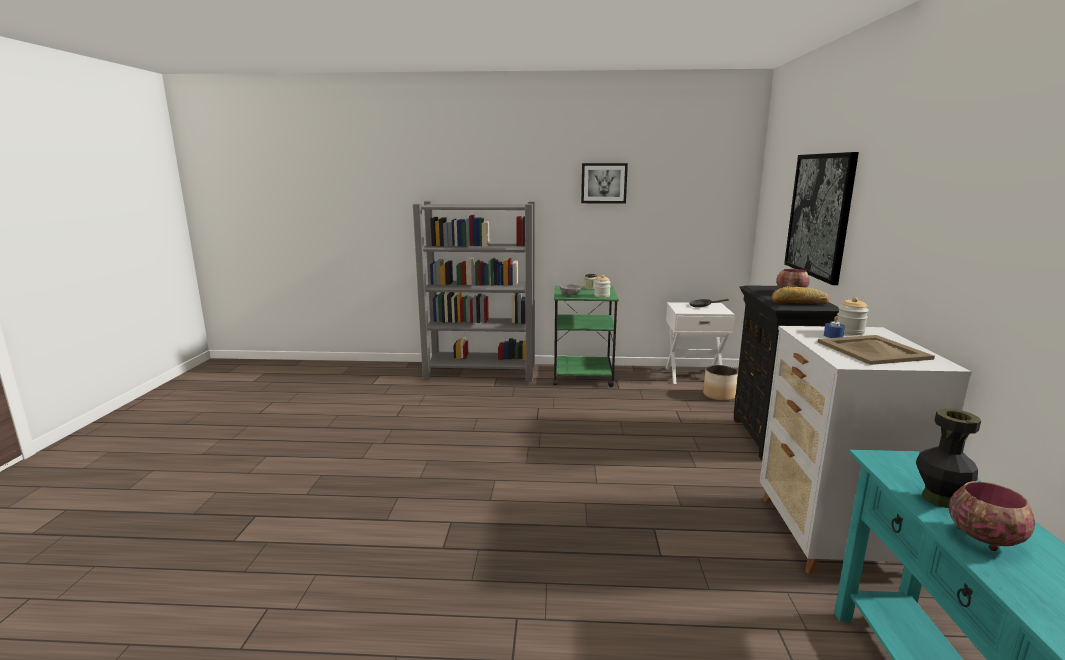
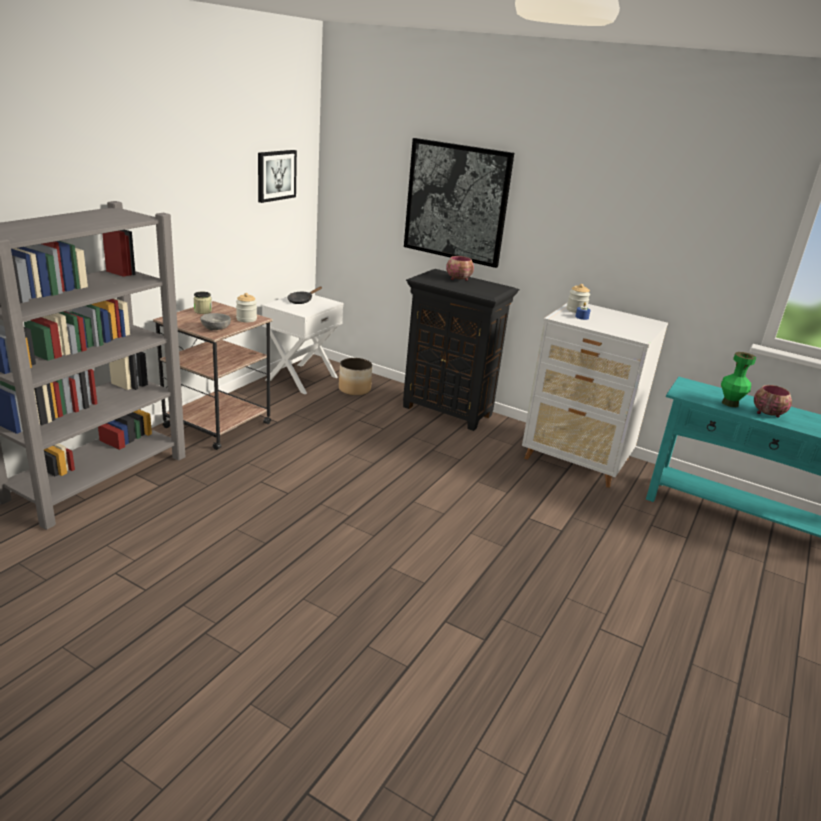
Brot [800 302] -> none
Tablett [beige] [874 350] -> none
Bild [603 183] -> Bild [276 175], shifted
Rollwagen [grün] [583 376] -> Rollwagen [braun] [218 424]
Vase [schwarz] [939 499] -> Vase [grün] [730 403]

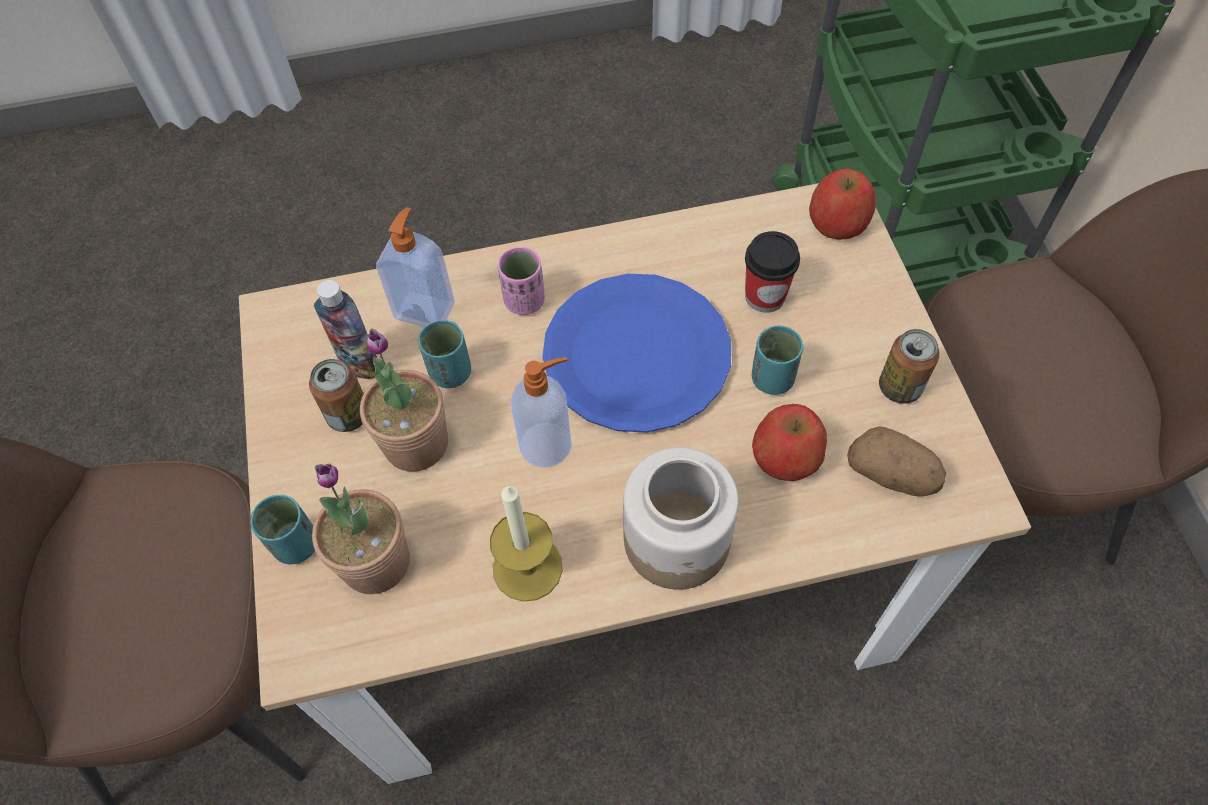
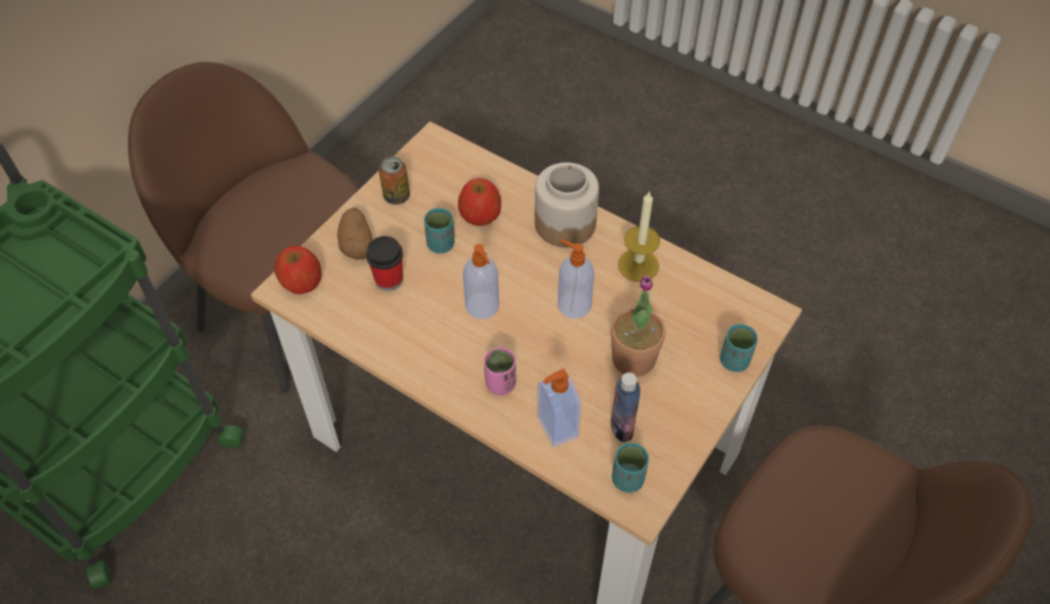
Dose [348 415] -> none
Topfpflanze [375 562] -> none
Tasse [türkis] [450 373] -> Tasse [türkis] [628 479], shifted
Kartoffel [891 475] -> Kartoffel [357 244], shifted
Teller [blau] [637 355] -> Seifenspender [483 307]

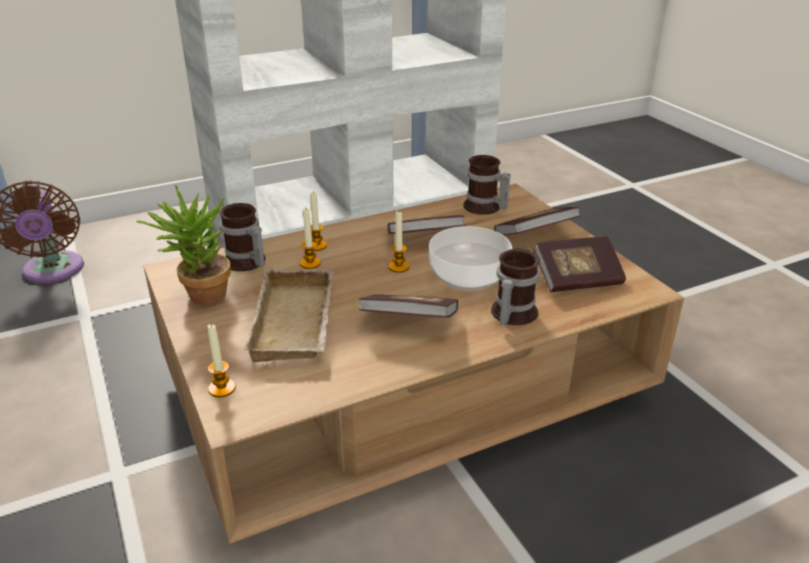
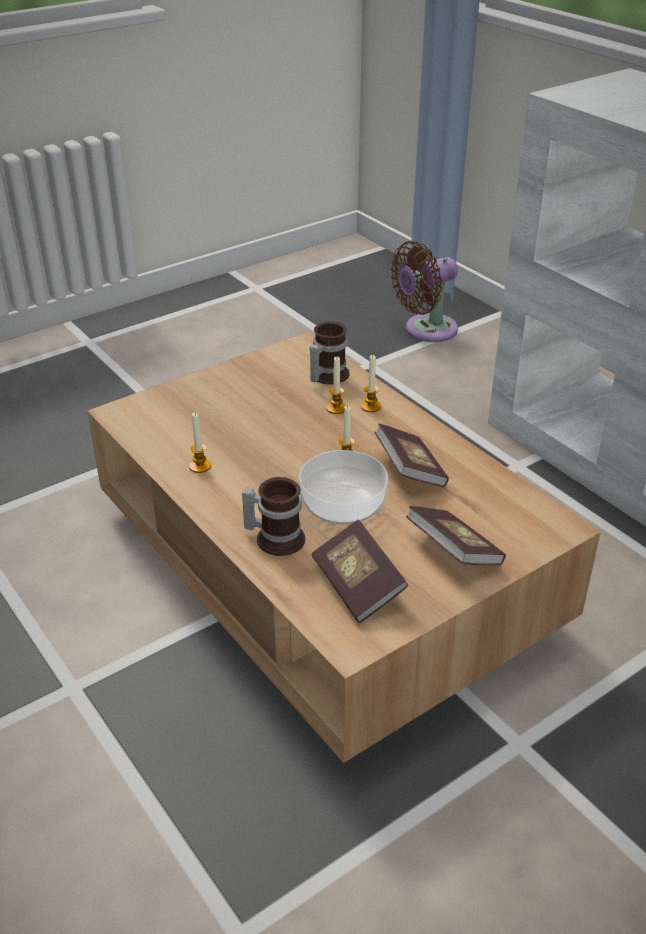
Topfpflanze [199 296] -> none
Tablett [beige] [297 323] -> none
Buch [409 322] -> none
Henkelbecher [484 208] -> none
Kerze [222 388] -> Kerze [200 466], shifted

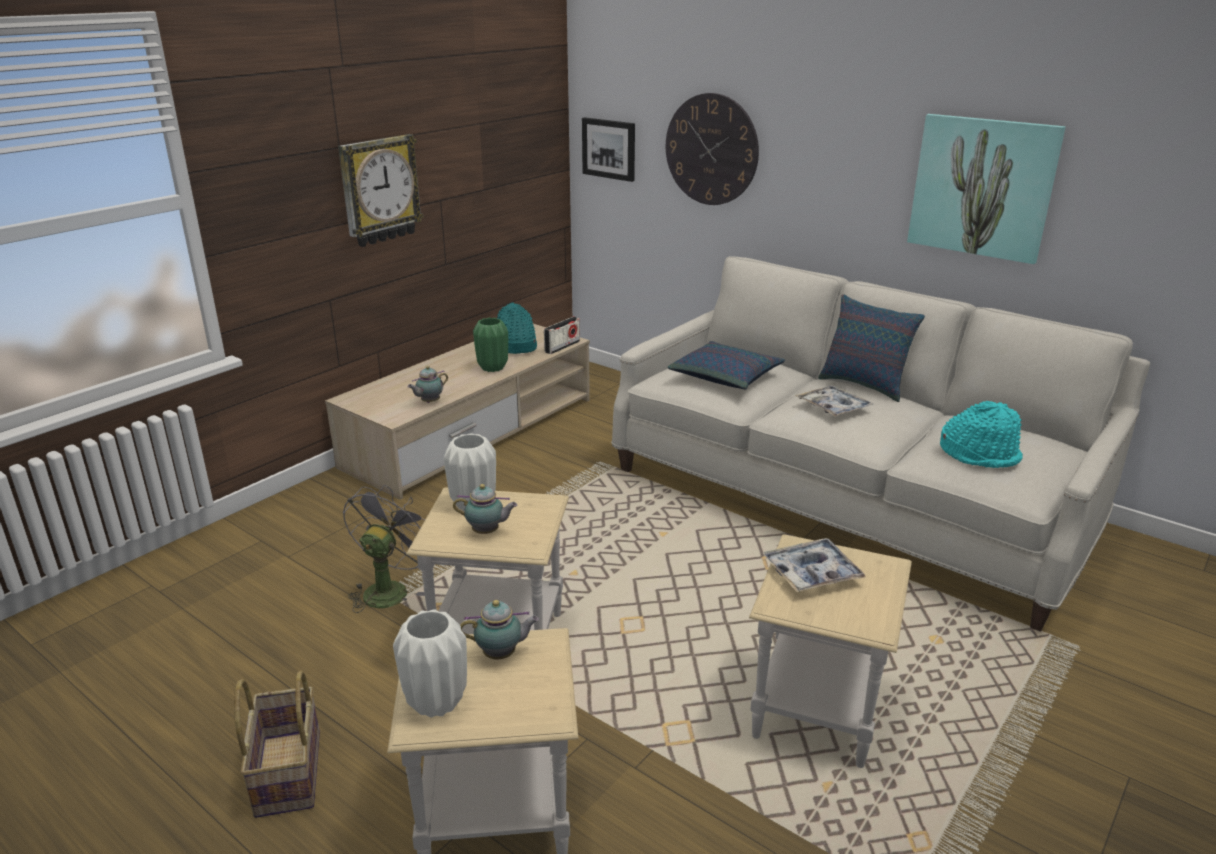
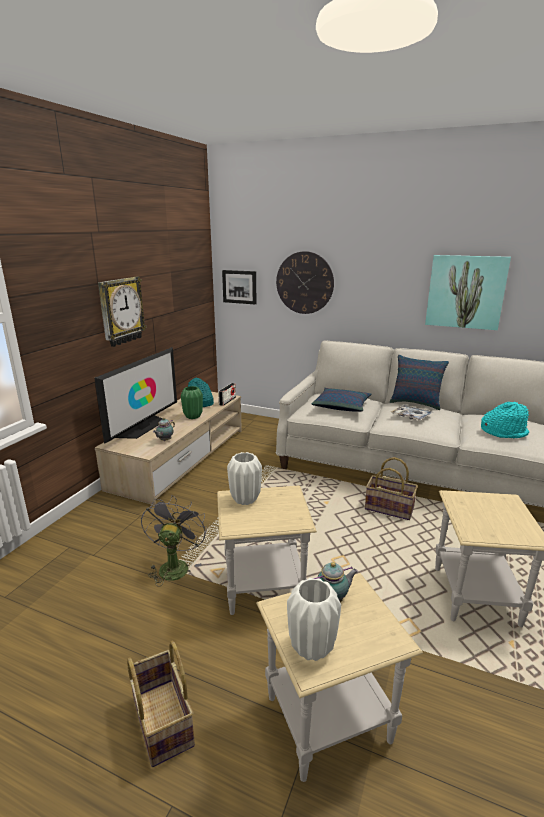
Teekanne [487 532] -> none
Tablett [812 573] -> none
none -> Fernseher [143 427]
none -> Korb [389 508]

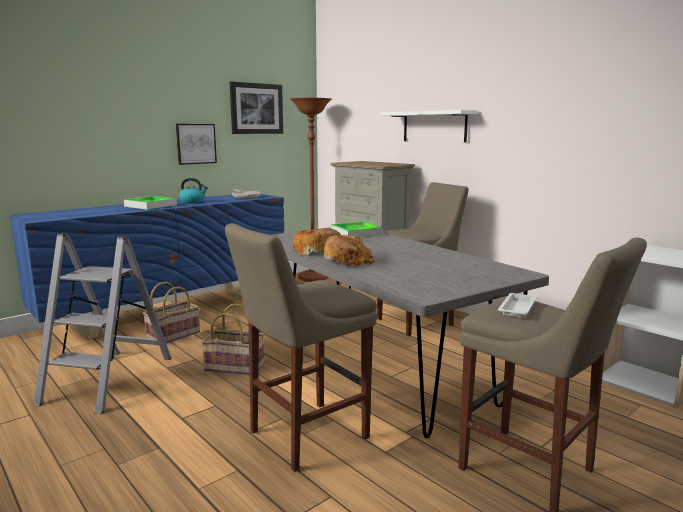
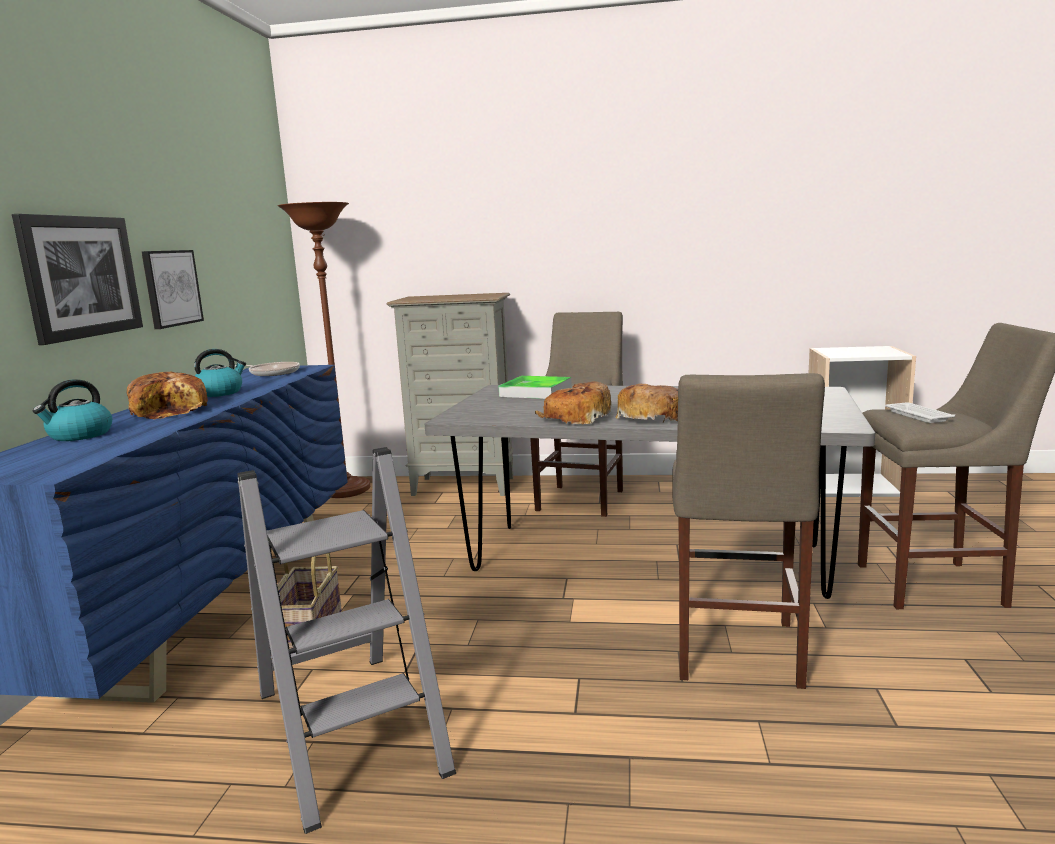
Korb [235 366] -> none
Wandregal [weiß] [434 126] -> none
none -> Wasserkessel [79 435]
Bild [256 108] -> Bild [80 277], shifted
Tablett [151 205] -> Brot [171 410]

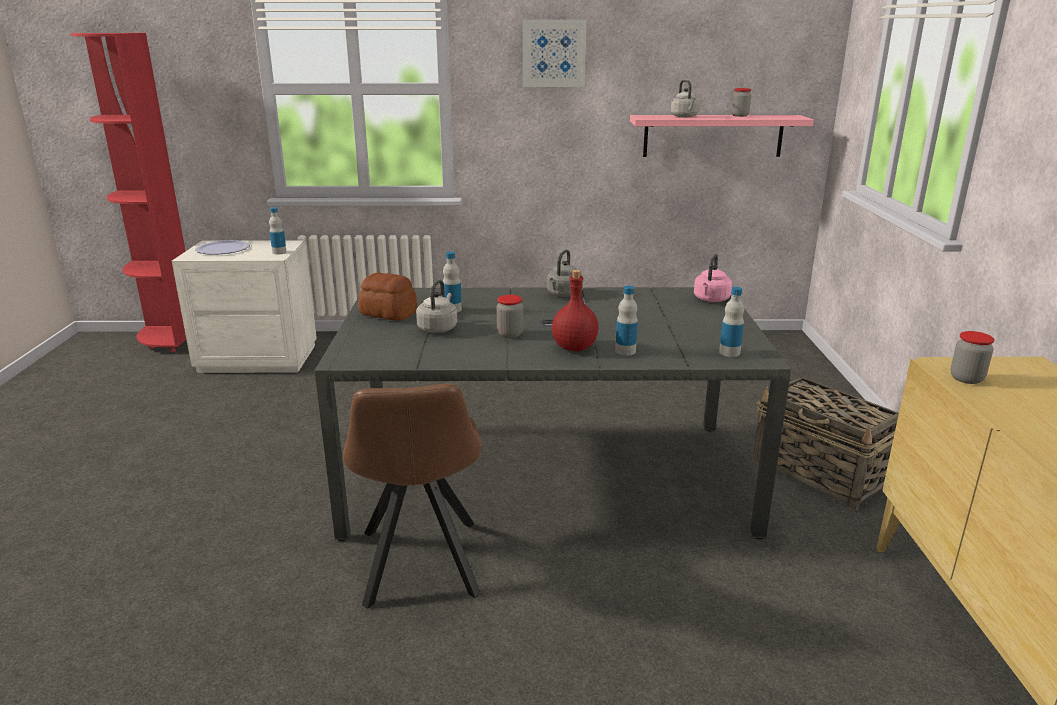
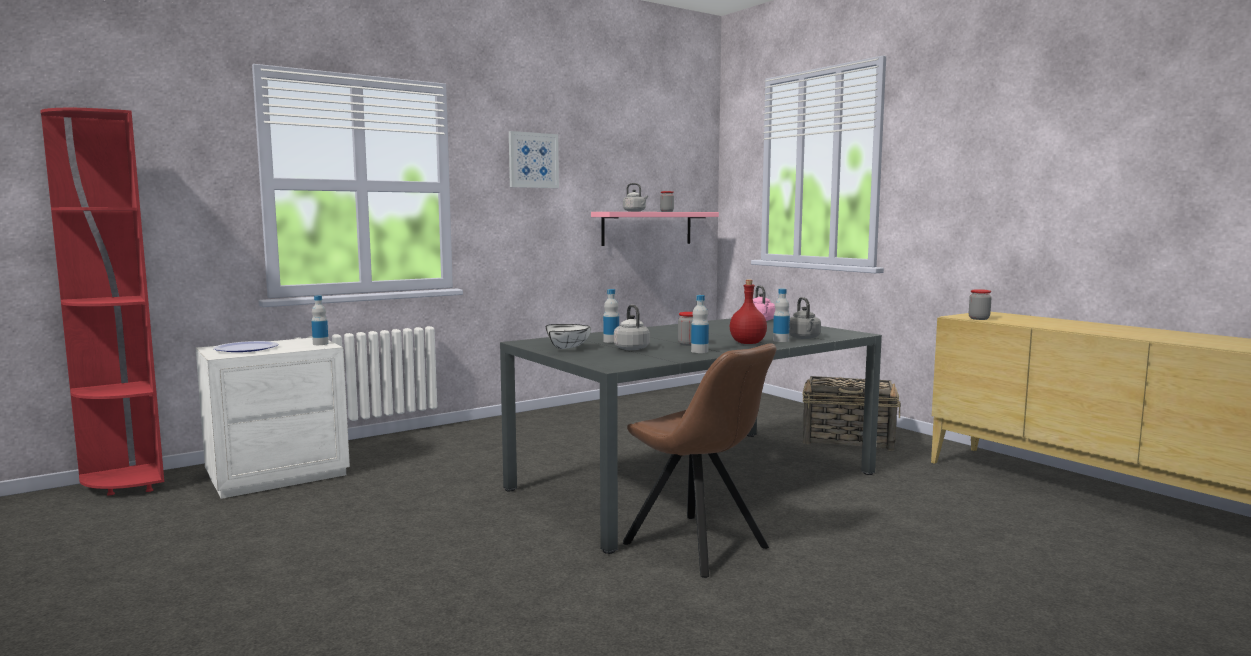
Wasserkessel [grau] [563 295] -> Wasserkessel [grau] [804 338], shifted
Flasche [729 352] -> Flasche [699 351], shifted
Brot [388 313] -> Schüssel [weiß] [568 348]

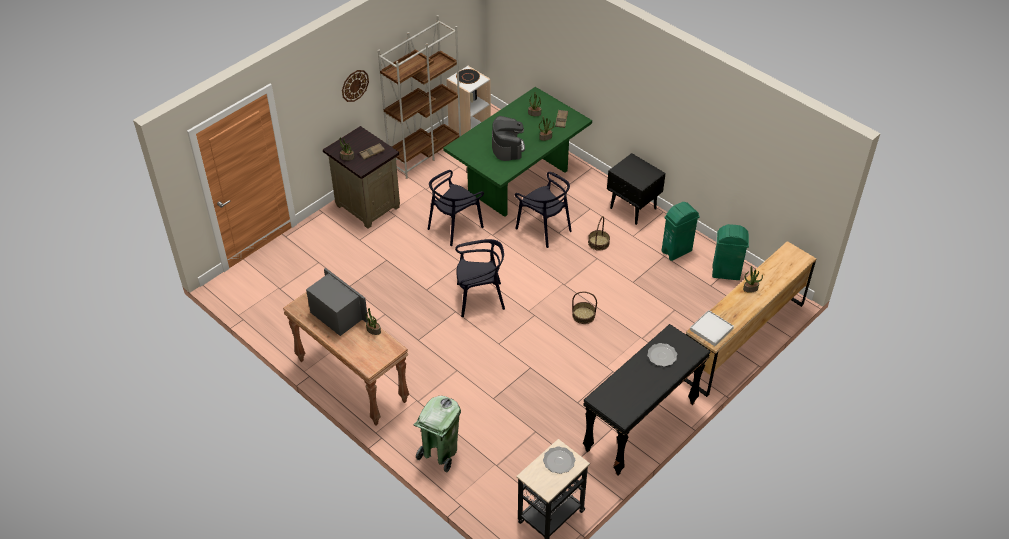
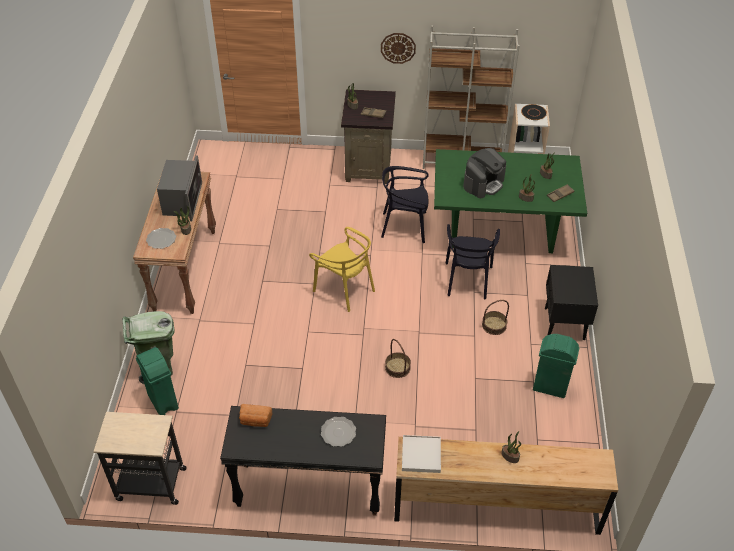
none -> Brot [255 421]
Teller [559 461] -> Teller [161 239], shifted
Mülleimer [grün] [726 273] -> Mülleimer [grün] [163 402], shifted
Stuhl [schwarz] [479 298] -> Stuhl [gelb] [344 289]

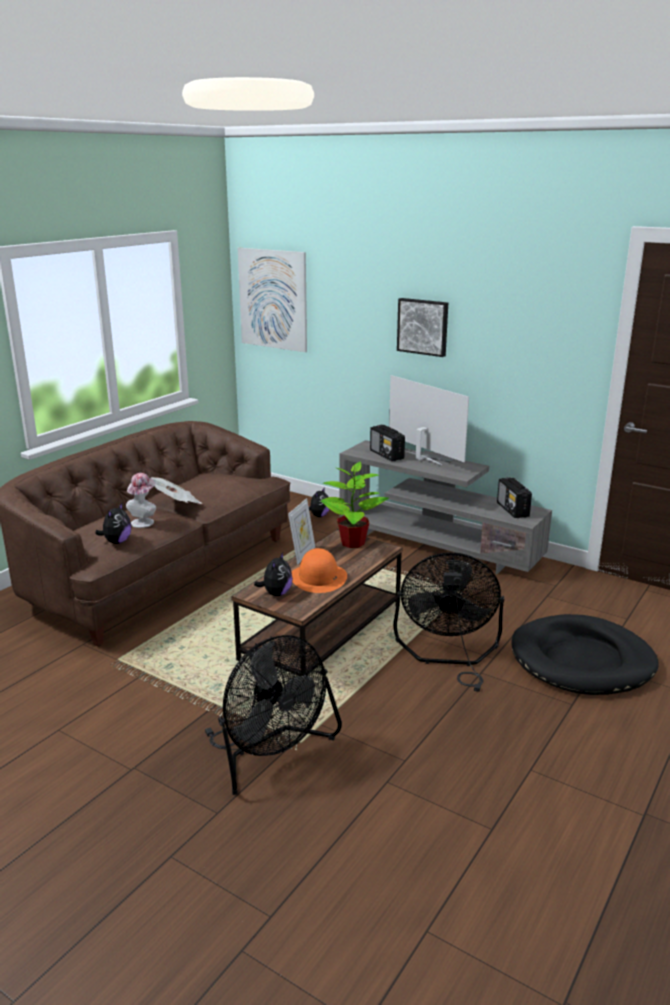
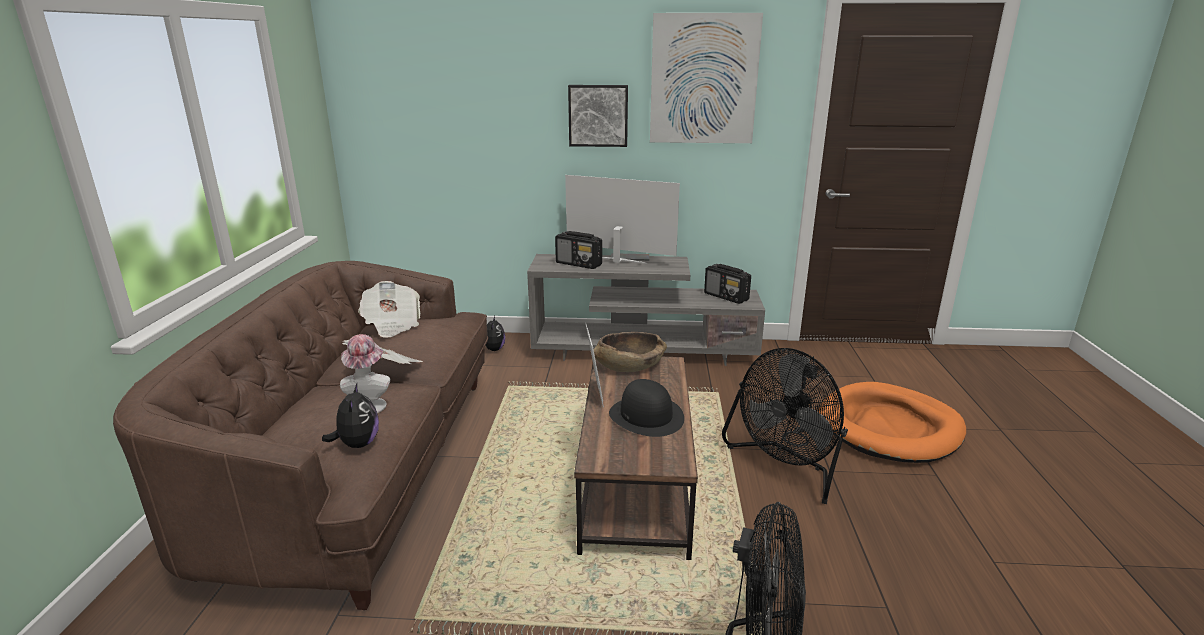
Plüschtier [276 593] -> none
none -> Zeitung [392 324]
Bild [273 299] -> Bild [703 79], shifted
Topfpflanze [352 543] -> Schüssel [braun] [629 366]
Hut [orange] [318 578] -> Hut [schwarz] [646 416]
Hundebett [schwarz] [582 660] -> Hundebett [orange] [889 427]
Ventilator [schwarz] [451 656] -> Ventilator [schwarz] [785 462], 105 degrees counterclockwise

